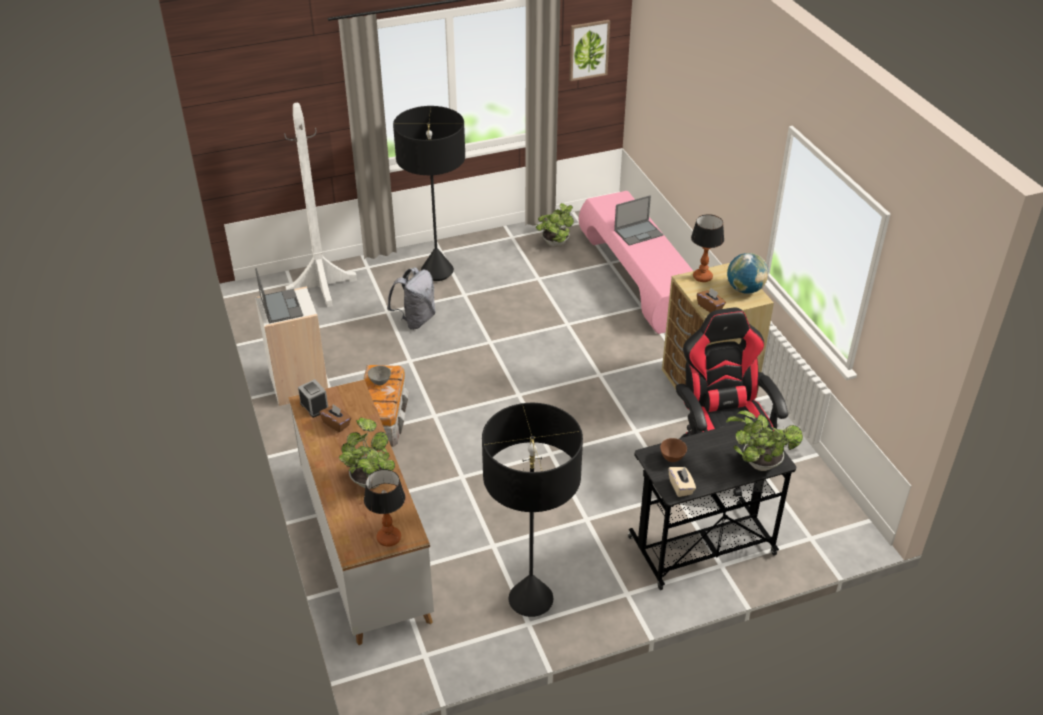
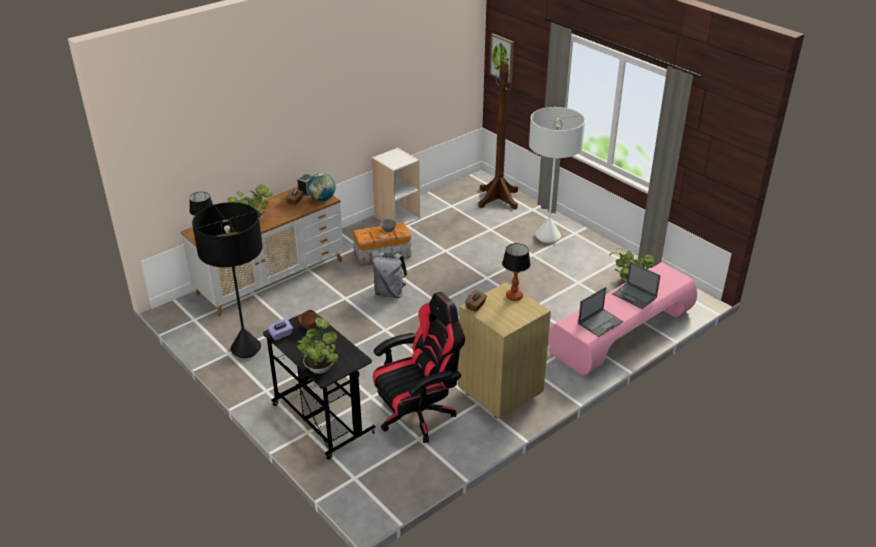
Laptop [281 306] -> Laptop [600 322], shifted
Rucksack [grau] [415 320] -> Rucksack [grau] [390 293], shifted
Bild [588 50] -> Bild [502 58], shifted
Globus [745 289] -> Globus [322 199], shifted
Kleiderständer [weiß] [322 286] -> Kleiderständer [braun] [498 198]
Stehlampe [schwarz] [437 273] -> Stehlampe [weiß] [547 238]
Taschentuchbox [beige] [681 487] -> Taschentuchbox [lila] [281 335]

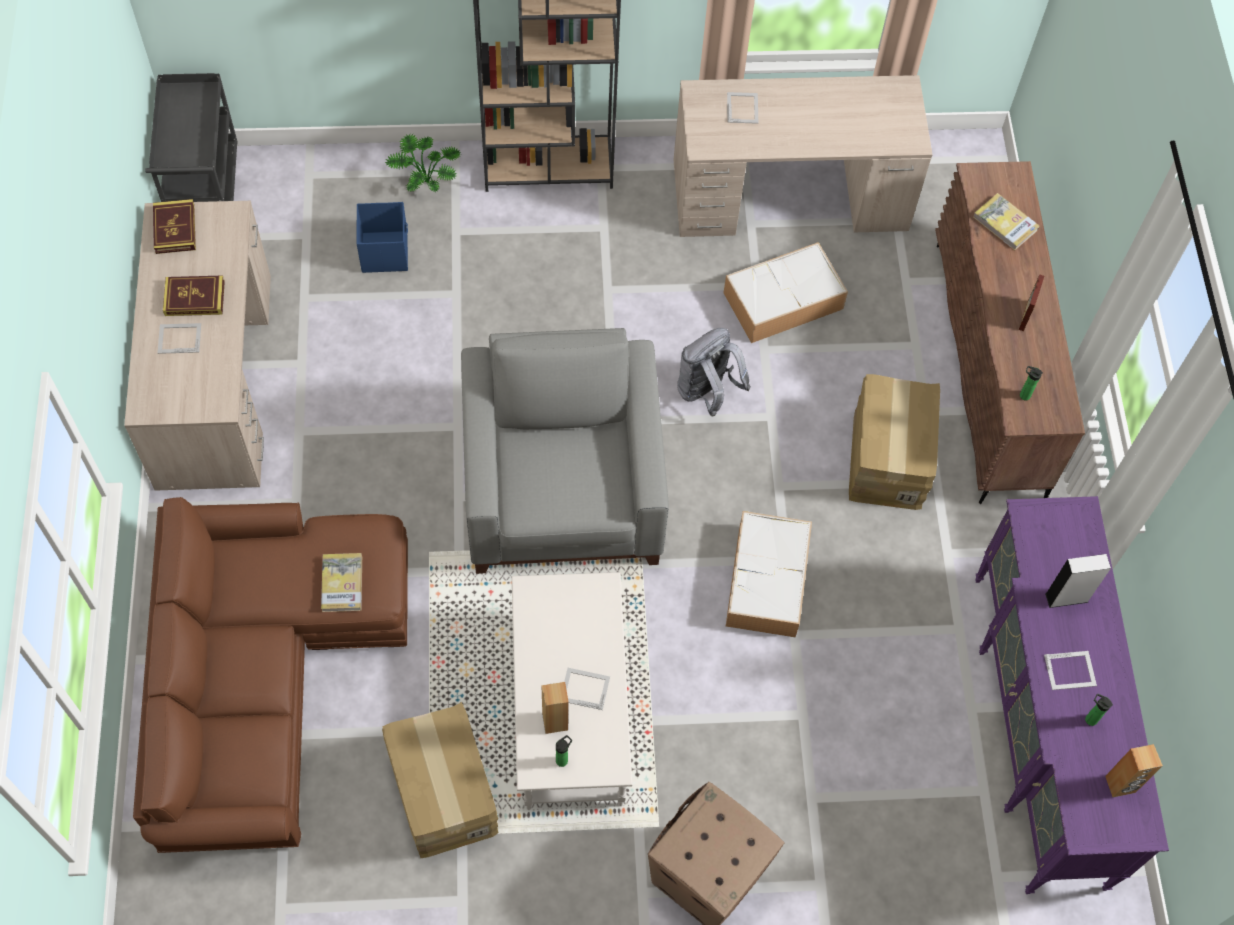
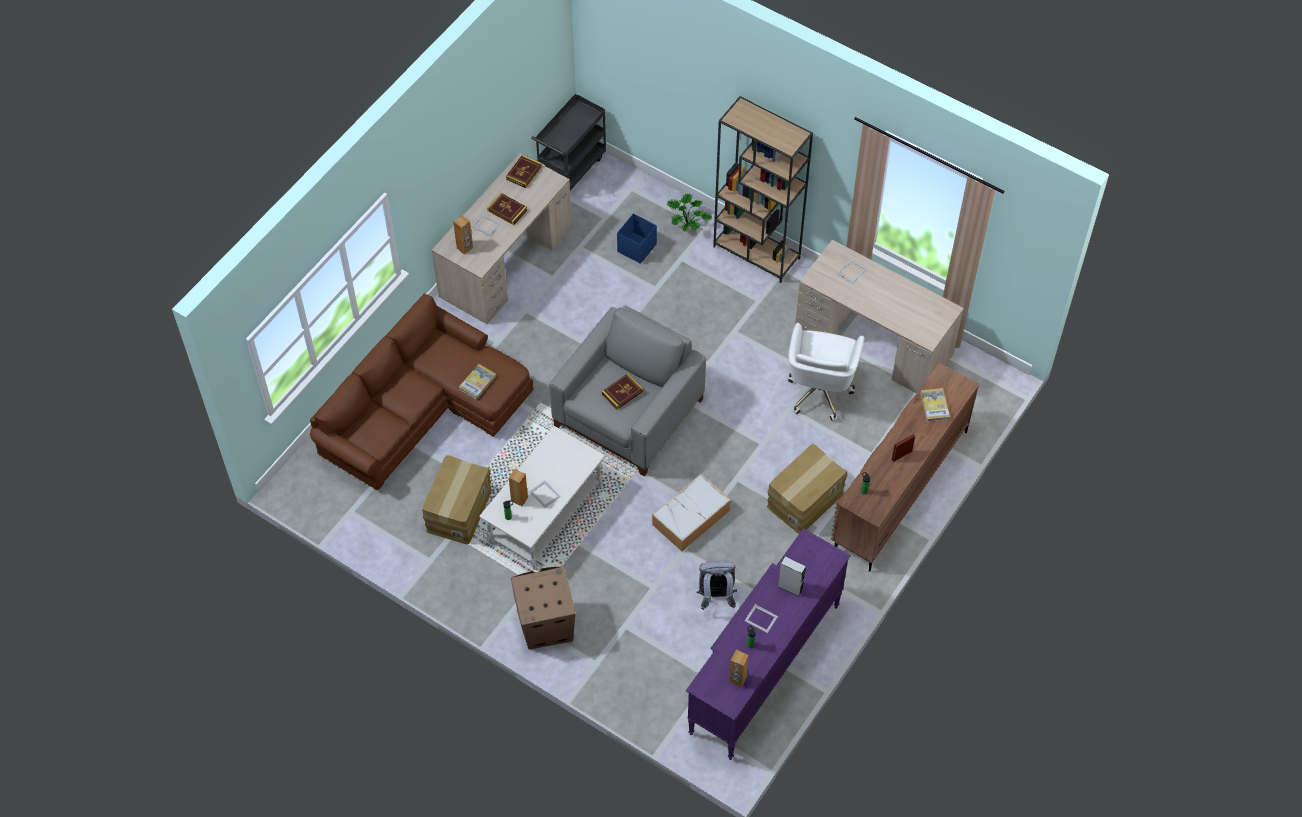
none -> Lautsprecher [braun] [465 248]
none -> Buch [622 393]
Rucksack [grau] [707 393] -> Rucksack [grau] [716 596], shifted
Aufbewahrungsbox [781 302] -> Bürostuhl [weiß] [819 391]

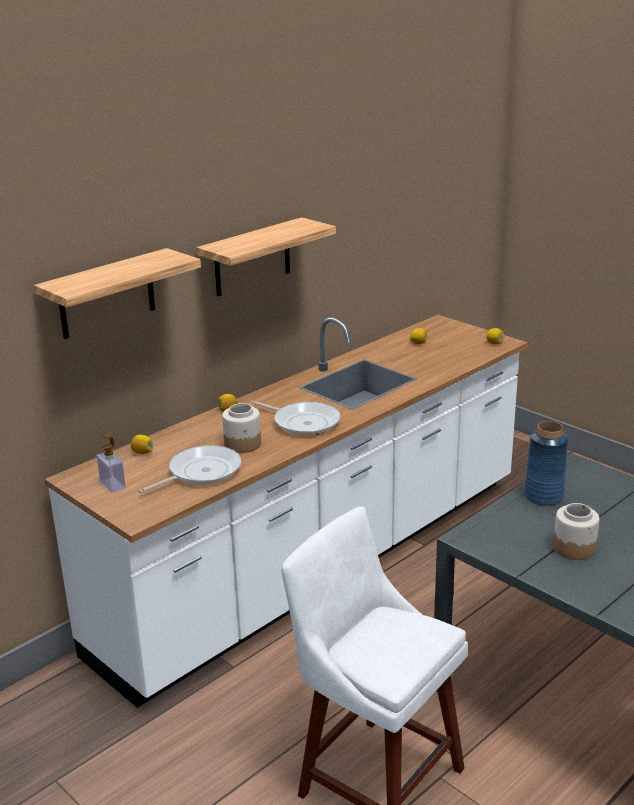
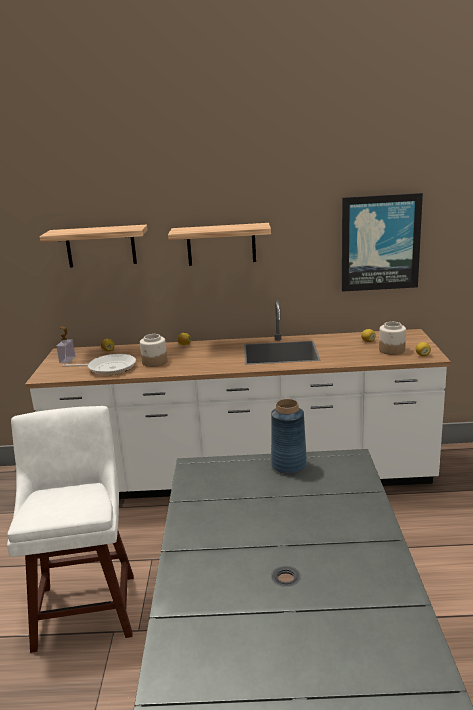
Pfanne [303 422] -> none
none -> Bild [380 243]
Vorratsglas [574 548] -> Vorratsglas [392 350], shifted

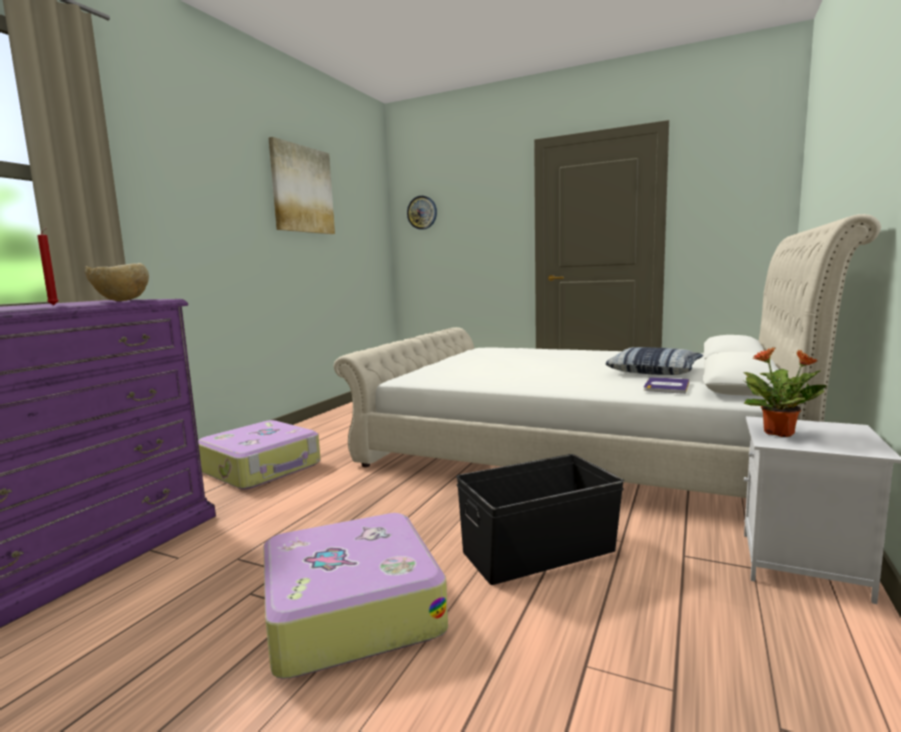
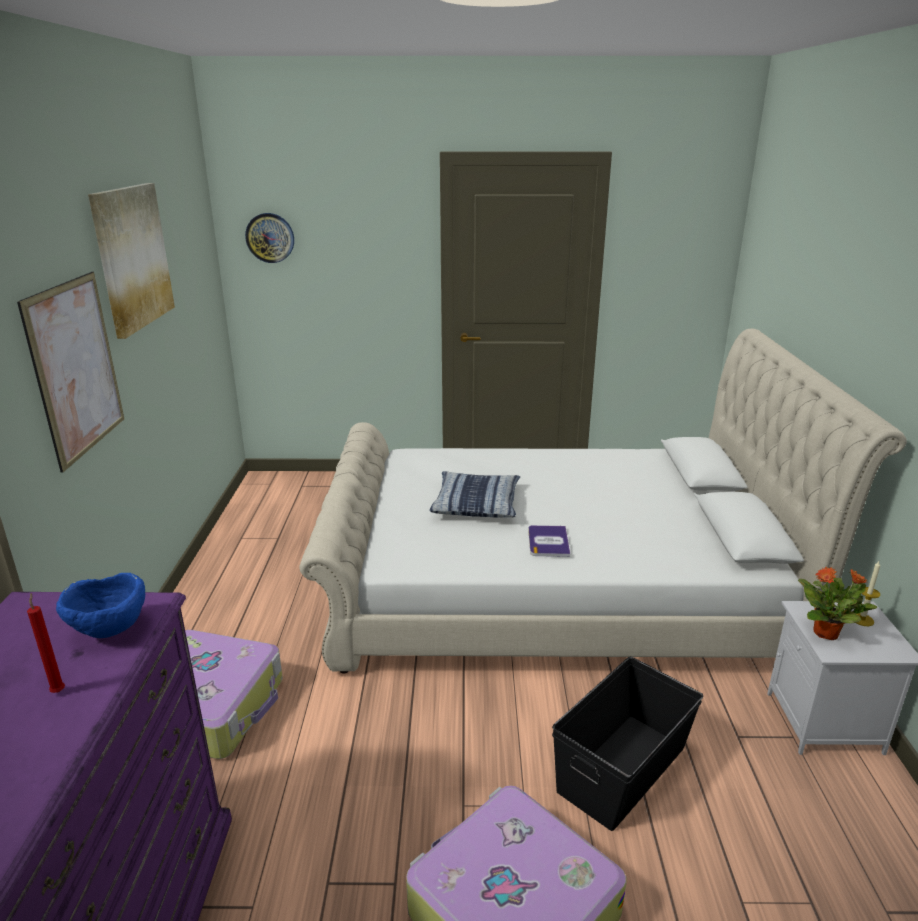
none -> Bild [76 368]
none -> Kerze [862 619]
Kissen [654 371] -> Kissen [476 504], shifted
Buch [666 386] -> Buch [548 542], shifted
Schüssel [beige] [120 301] -> Schüssel [blau] [110 632]

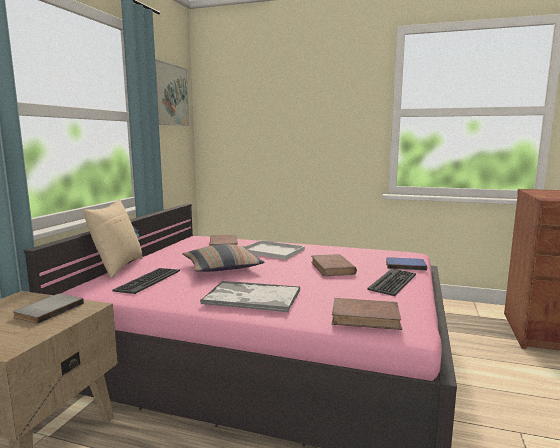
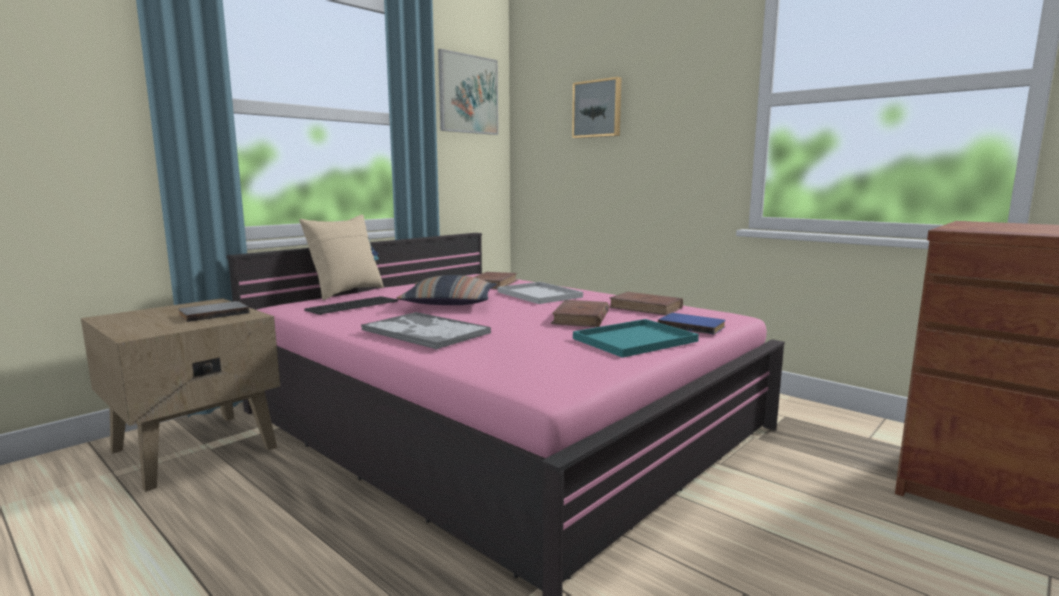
none -> Bild [597 109]
Buch [braun] [365 317] -> Buch [braun] [646 307], shifted
Tastatur [393 282] -> Tablett [türkis] [634 340]

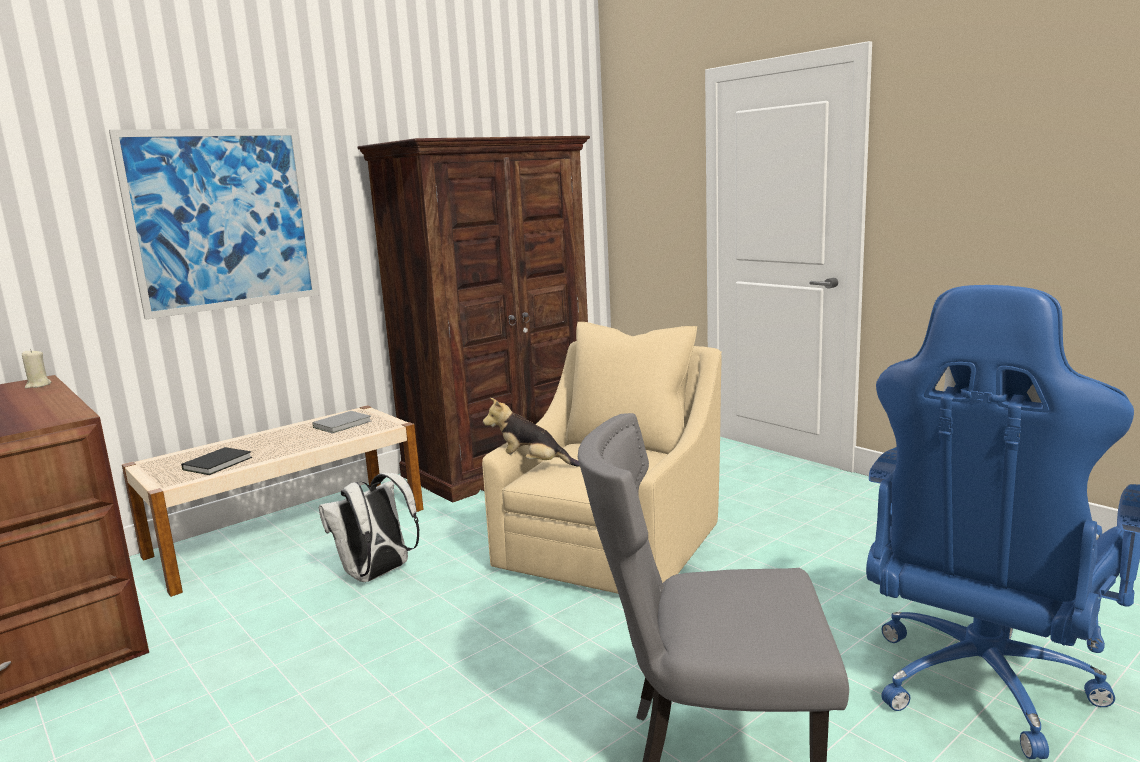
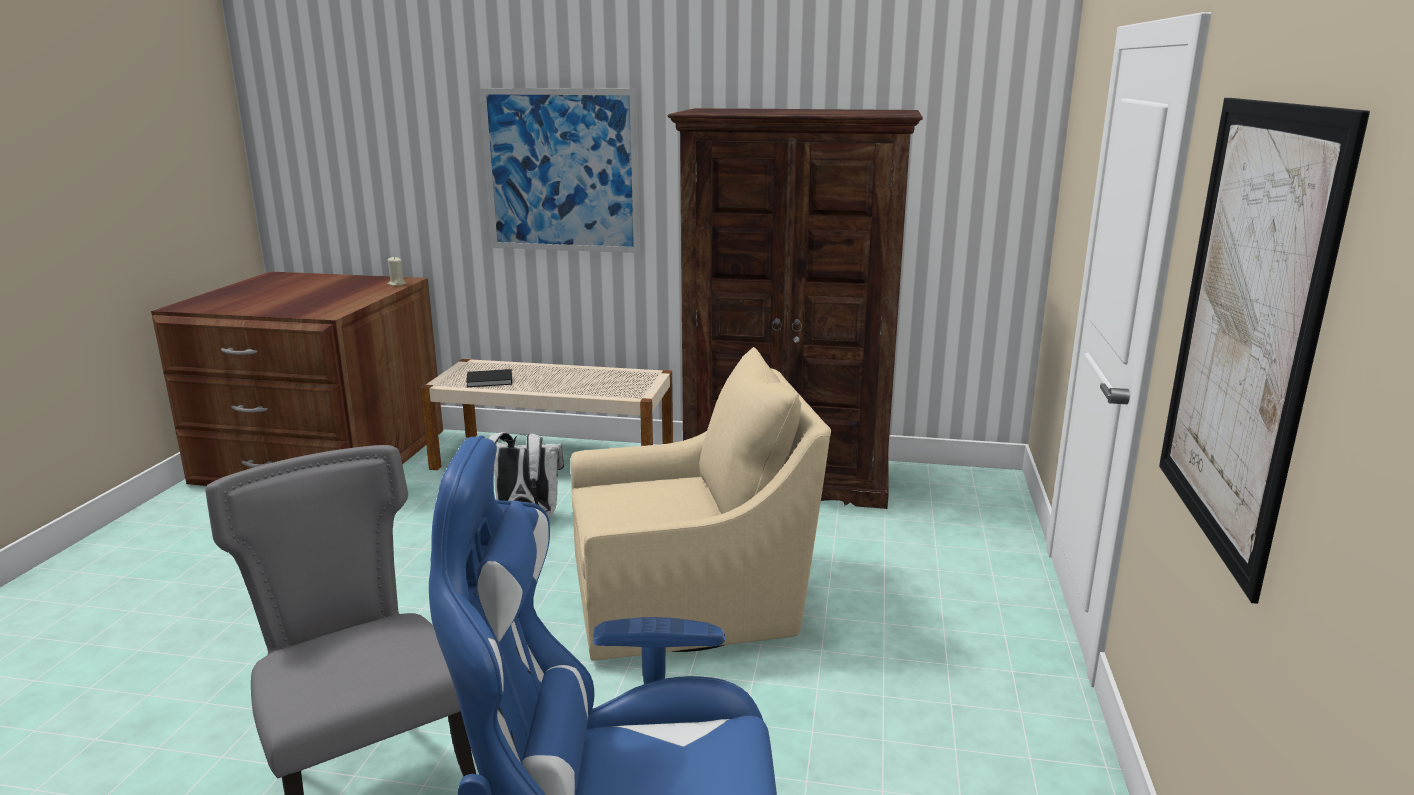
Buch [grau] [344 424] -> none
Plüschtier [531 465] -> none
none -> Bild [1242 330]

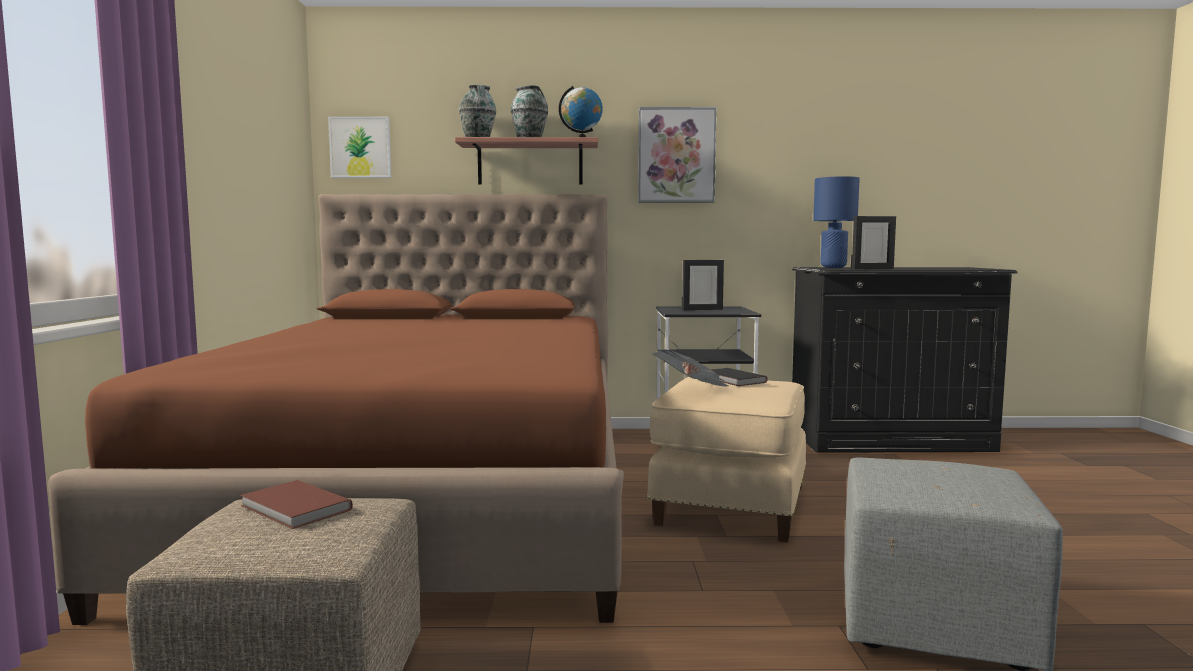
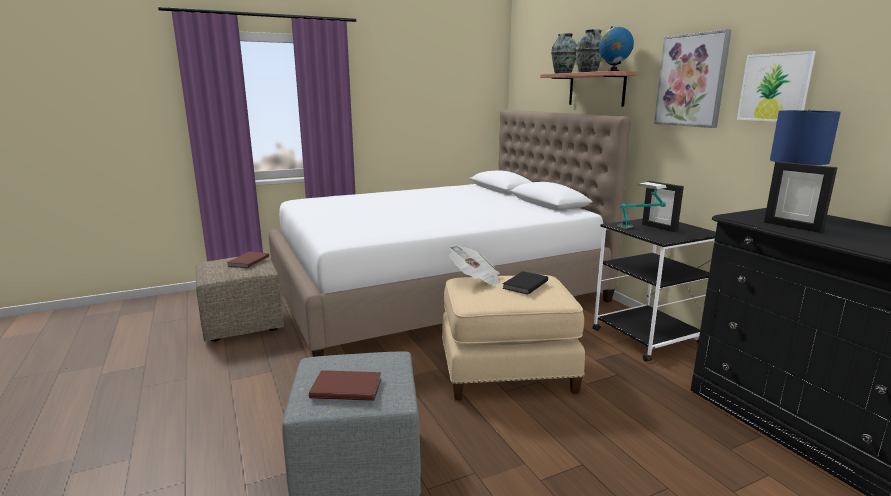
none -> Buch [braun] [346 387]
none -> Tischlampe [639 230]
Bild [360 147] -> Bild [774 87], shifted
Bett [braun] [429 493] -> Bett [weiß] [436 290]

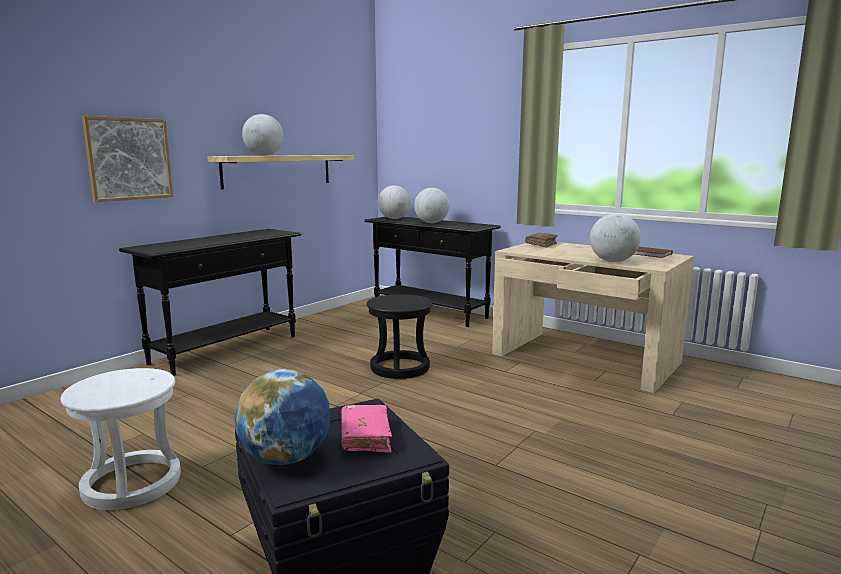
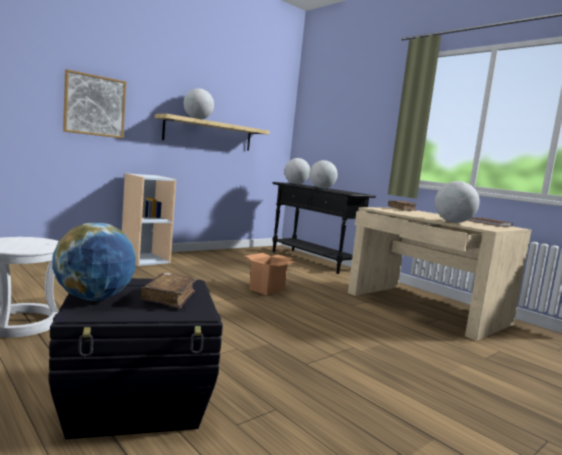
Konsolentisch [schwarz] [226 350] -> Bücherregal [145 259]
Hocker [schwarz] [399 367] -> Karton [267 289]
Buch [rosa] [365 437] -> Buch [braun] [169 297]

